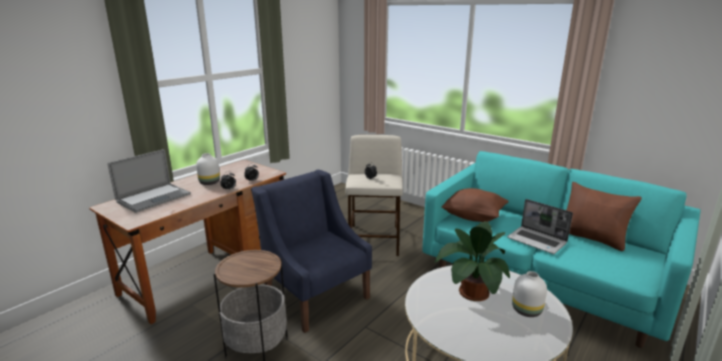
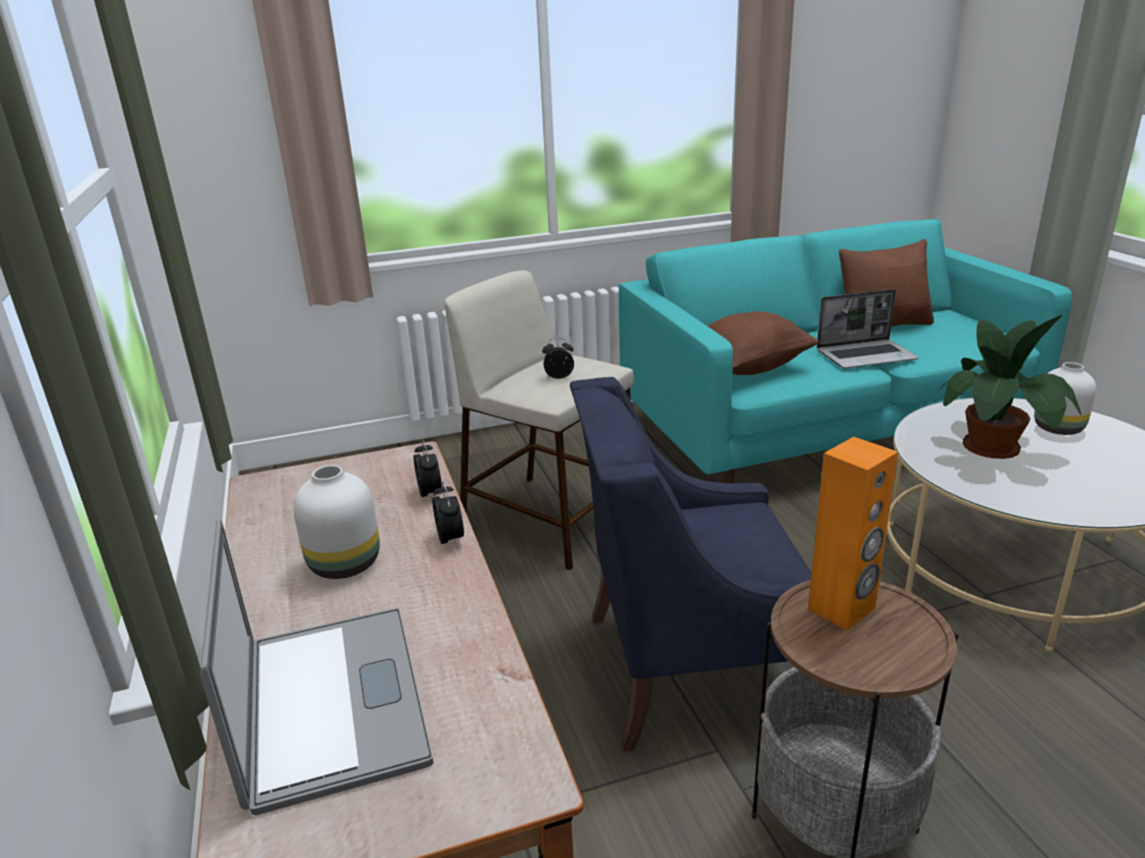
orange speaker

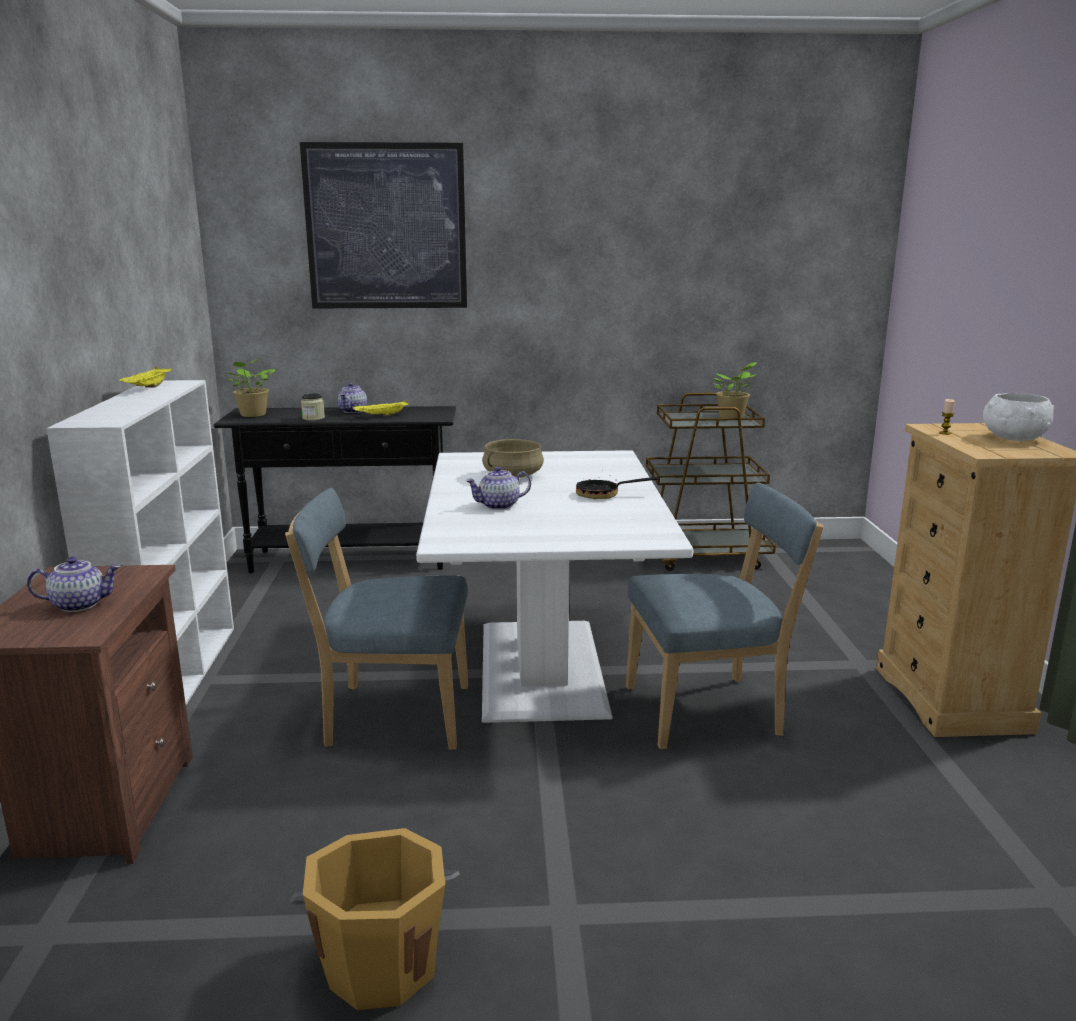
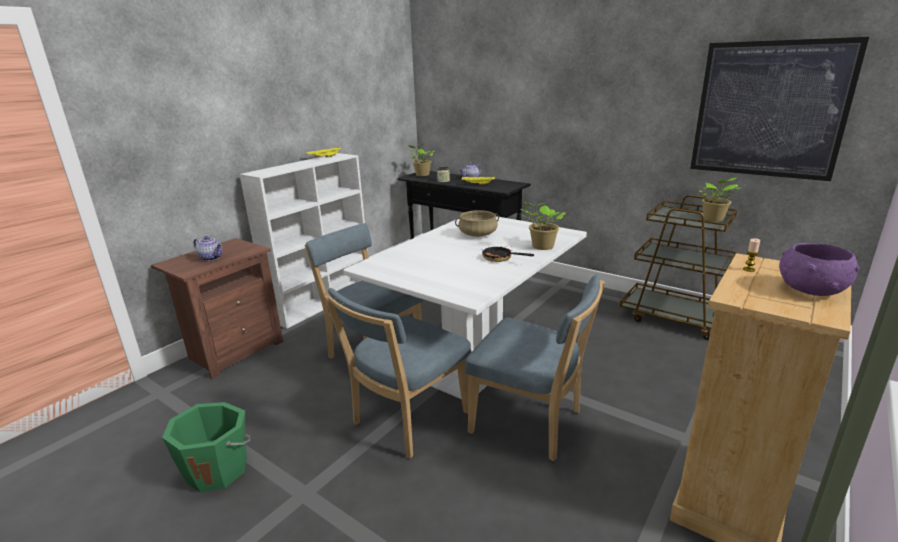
green bucket; blue chair (2nd from left); potted plant (2nd from left); picture; purple bowl; teapot (3rd from left in the first image)

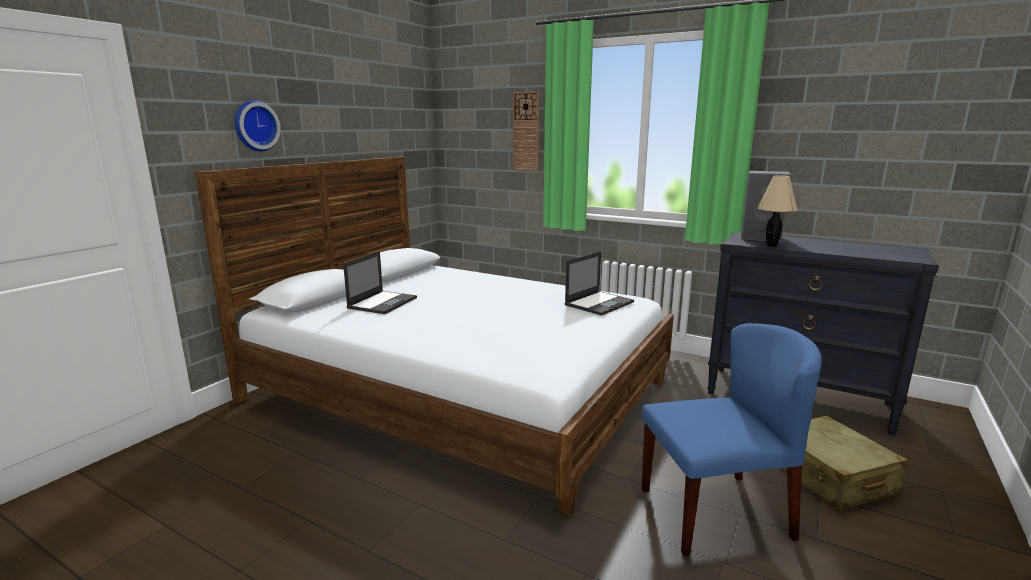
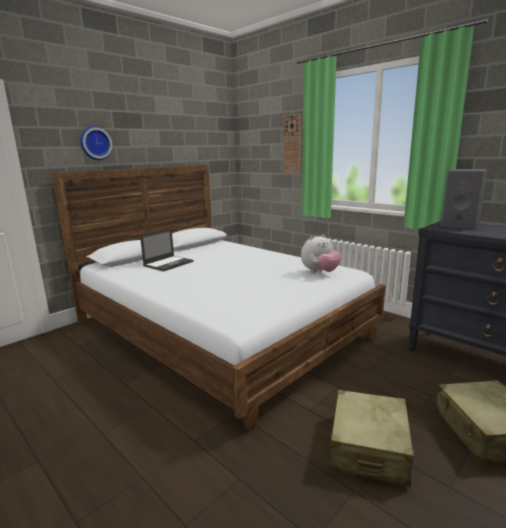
plush toy; beige suitcase (1st from left); beige table lamp

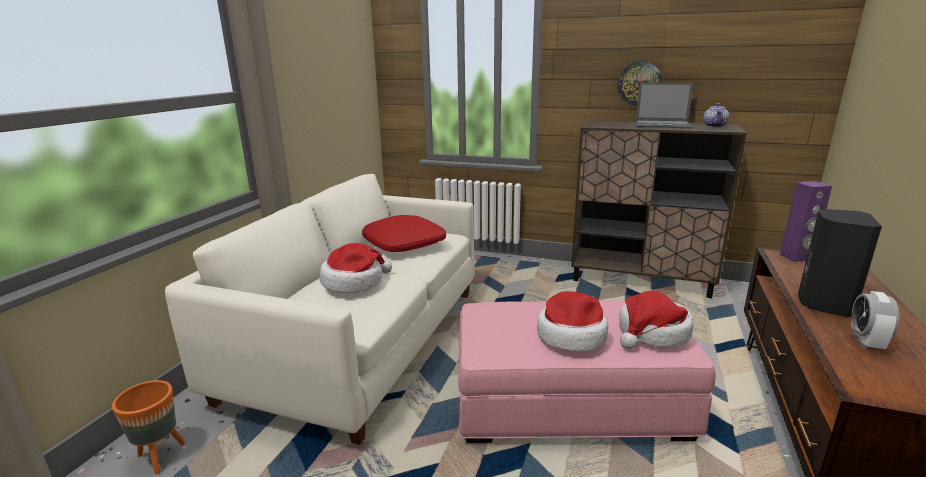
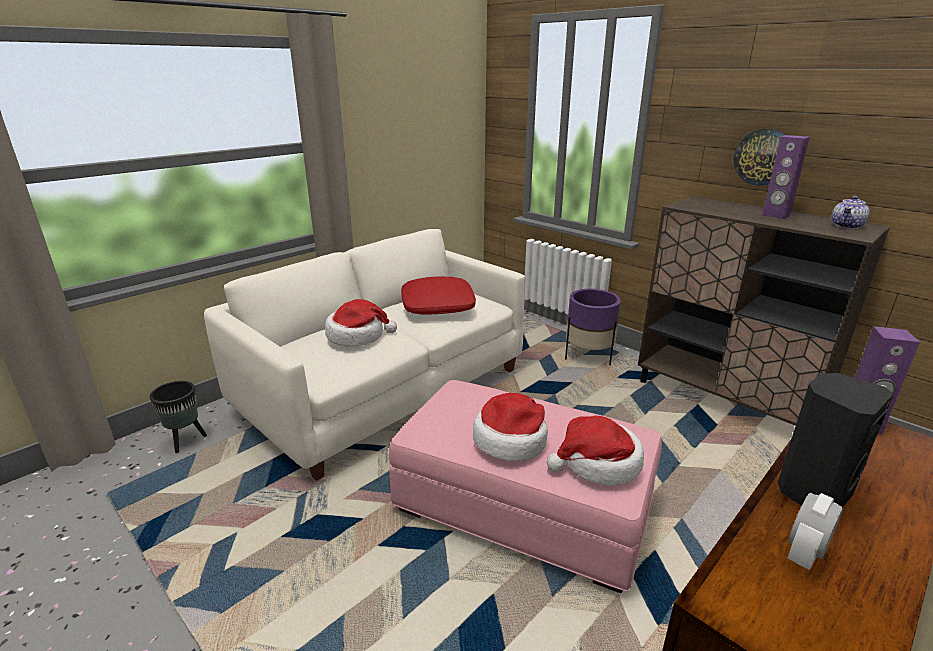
black planter; purple planter; purple speaker (1st from left)

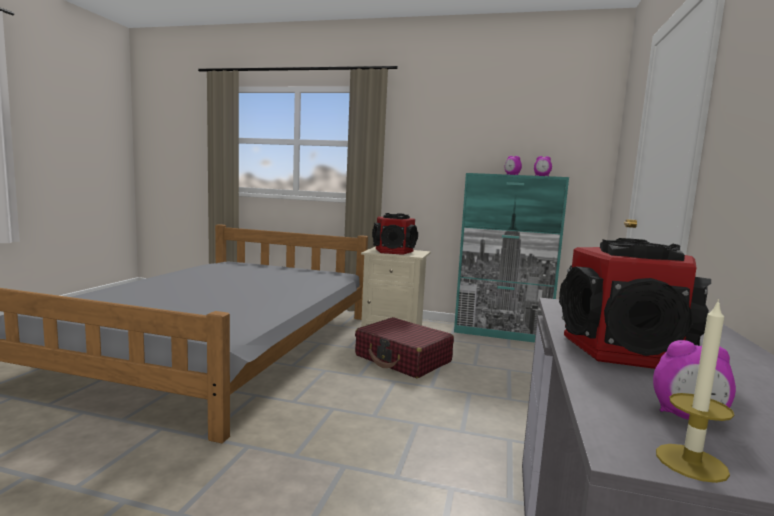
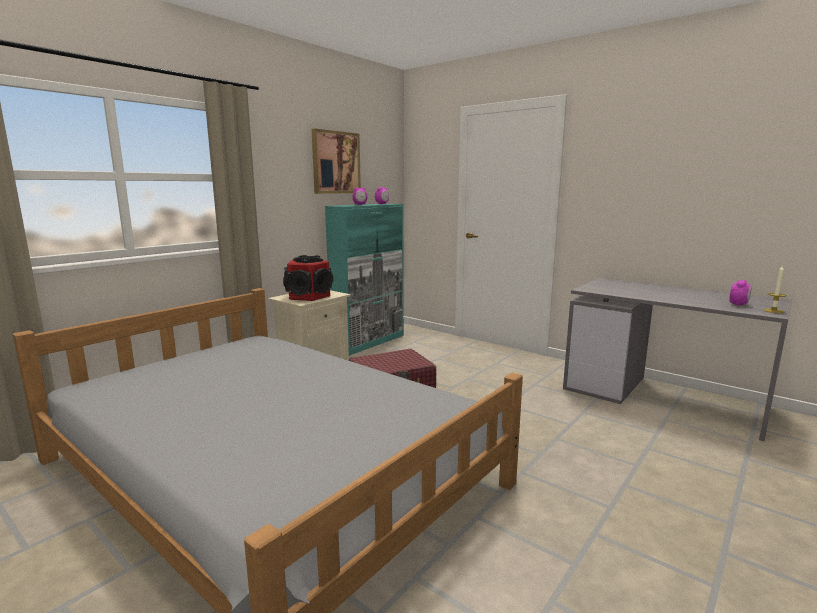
picture; speaker (2nd from left in the first image)

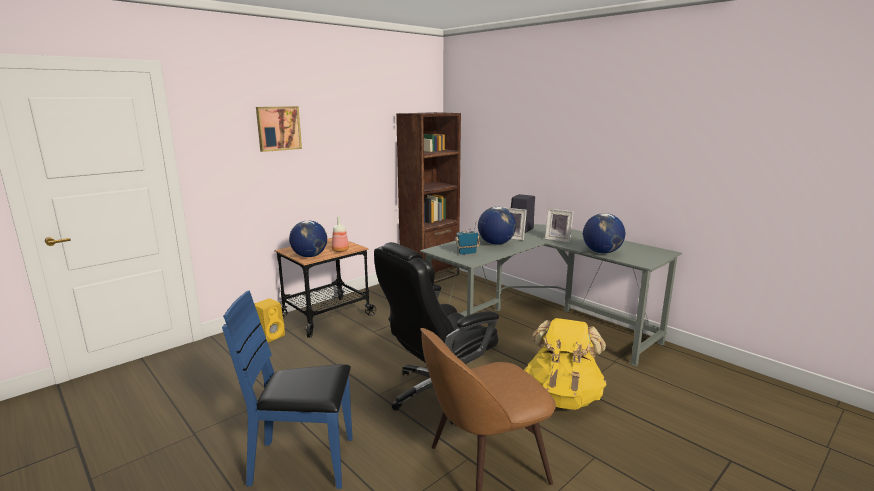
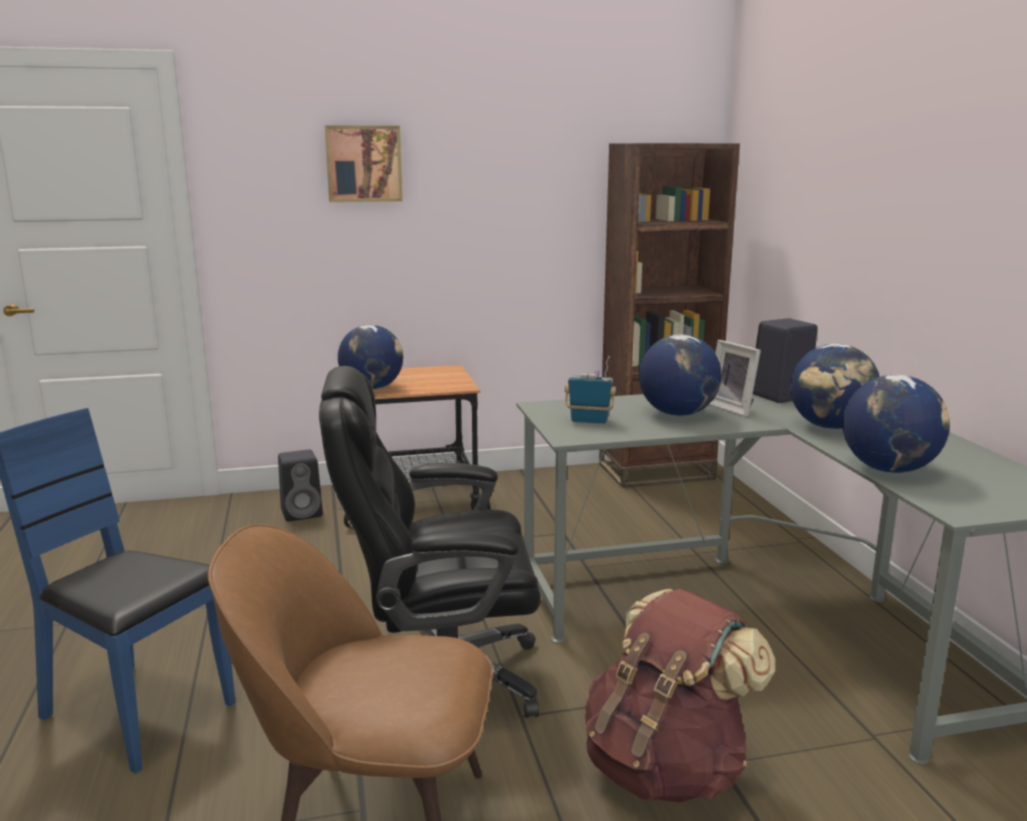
black speaker (1st from left); brown backpack; globe (3rd from left); bottle

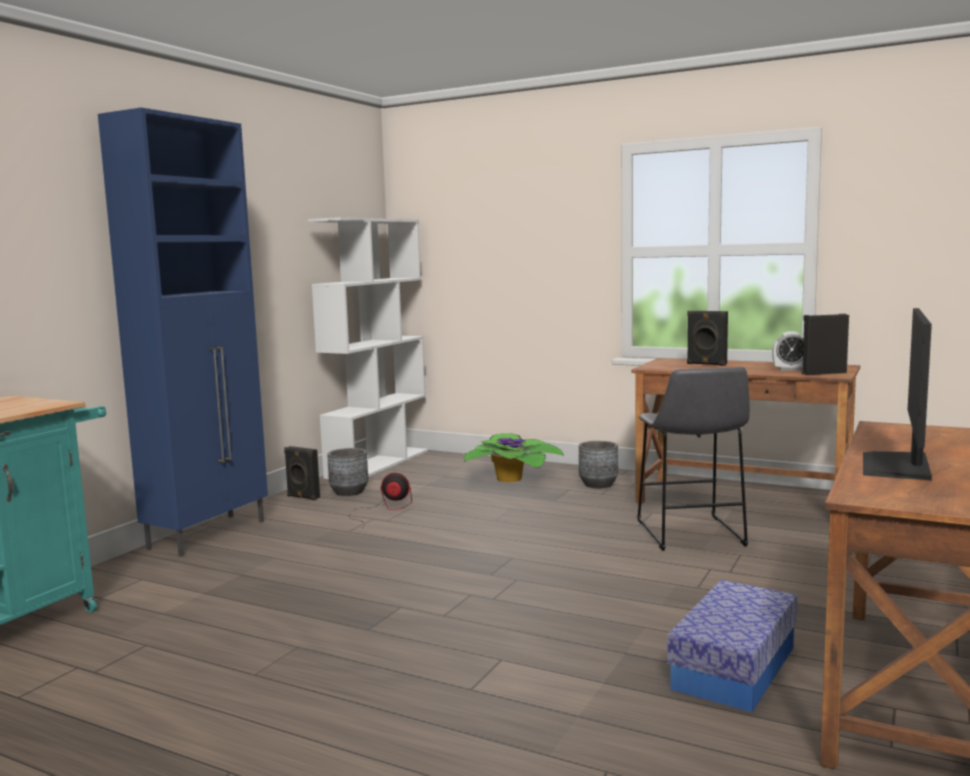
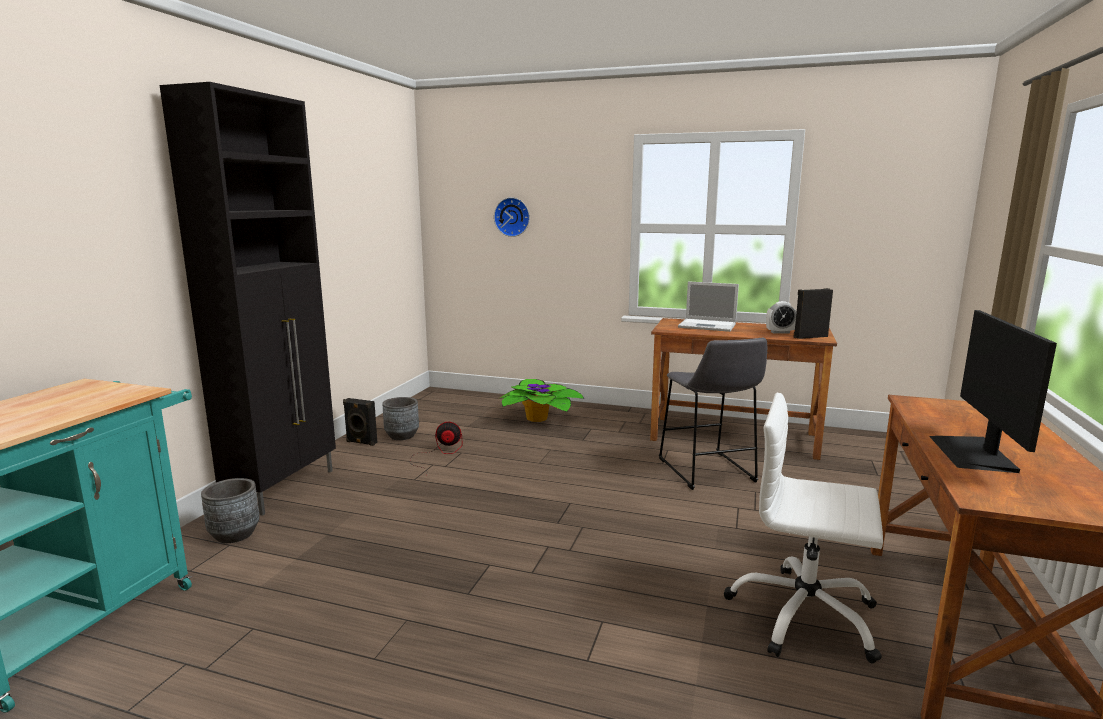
black cabinet; grey planter (1st from left); wall clock; laptop; white office chair; white bookcase

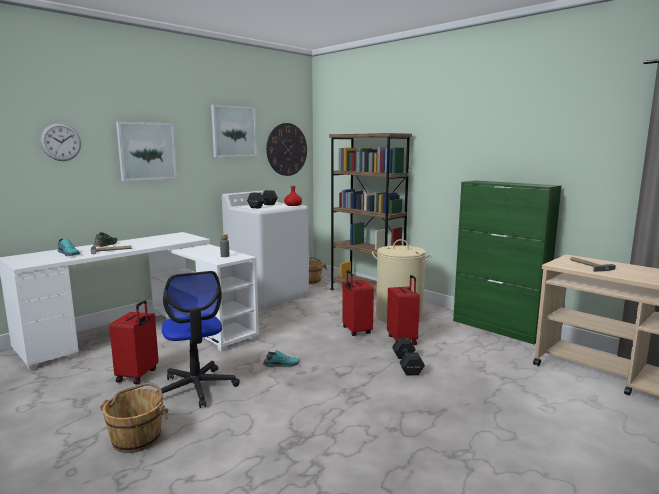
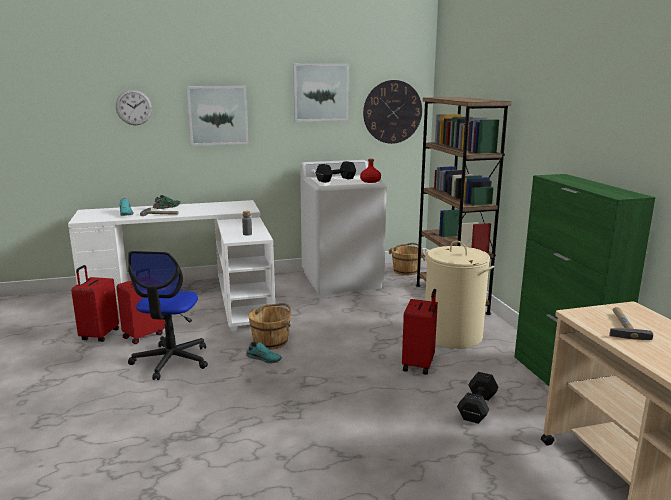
red suitcase (1st from left); brown bucket (1st from left); black dumbbell (2nd from left)

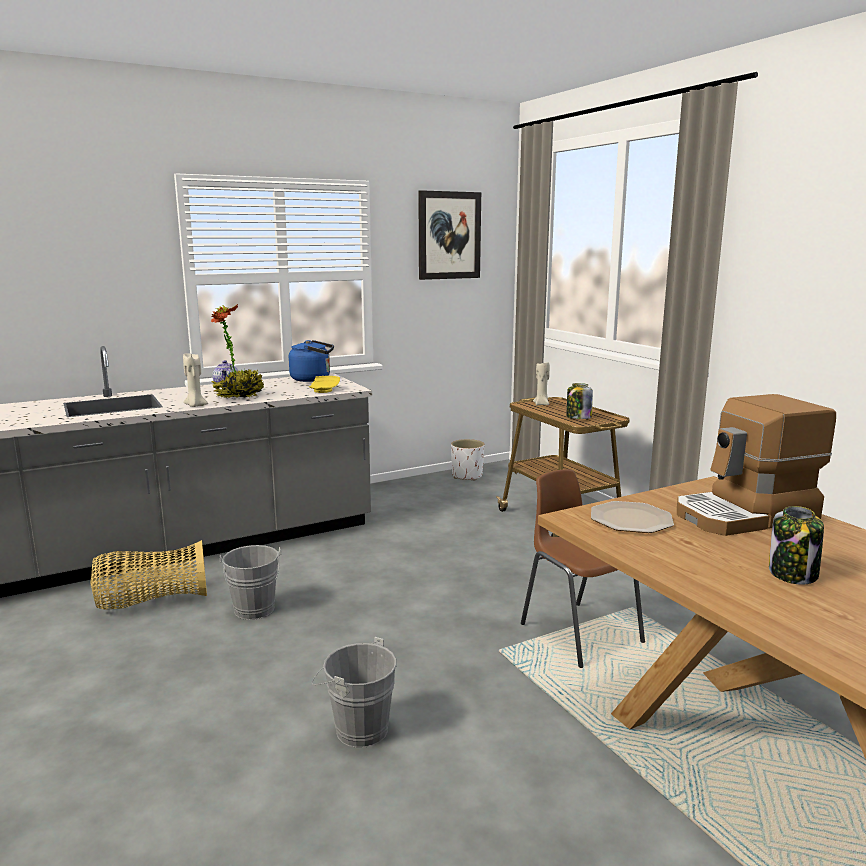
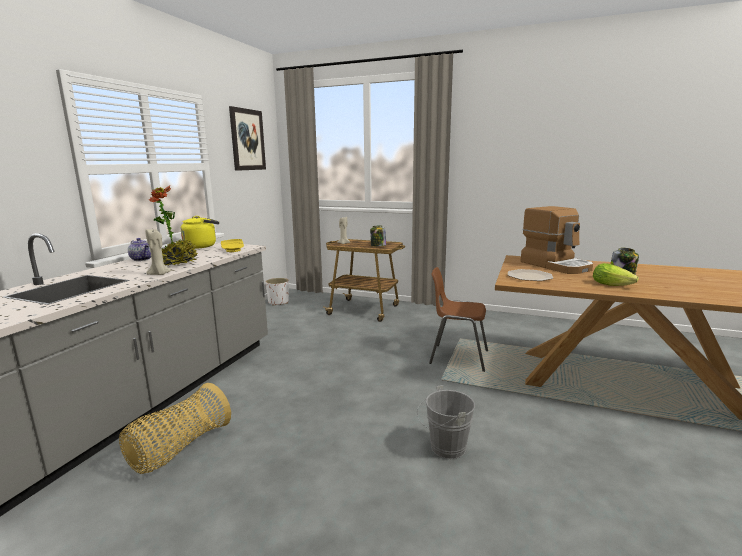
yellow kettle; coffee machine; lettuce; grey bucket (1st from left in the first image)

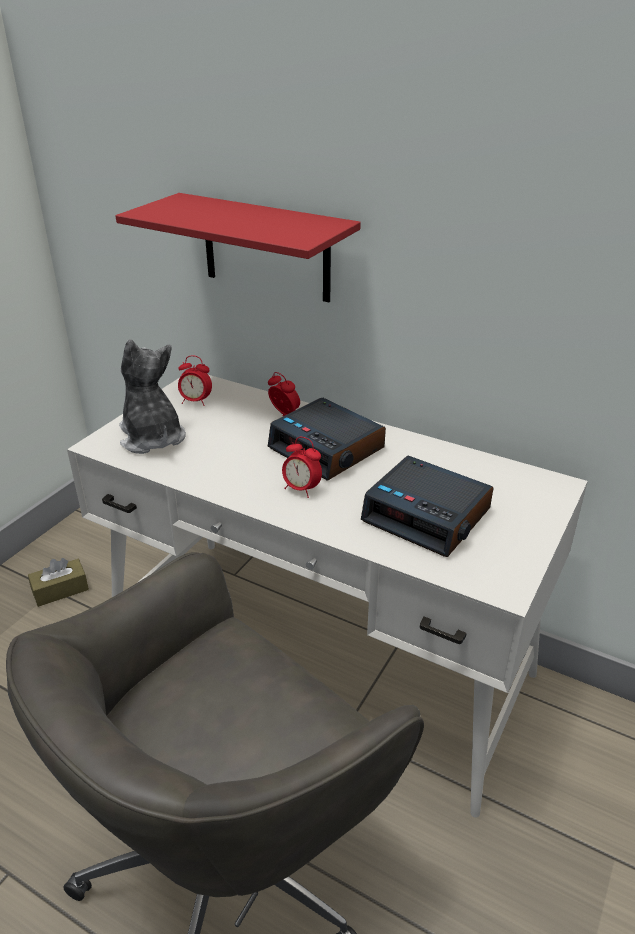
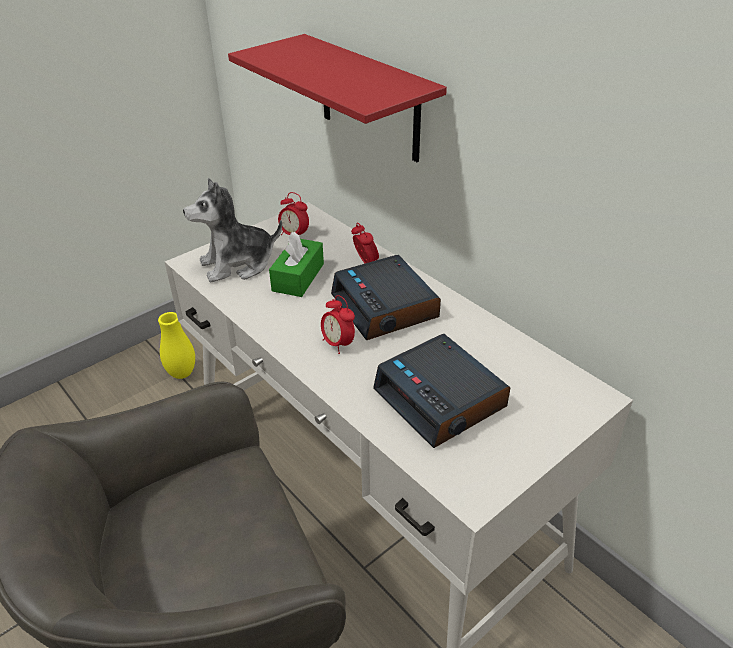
yellow vase; plush toy; green tissue box

